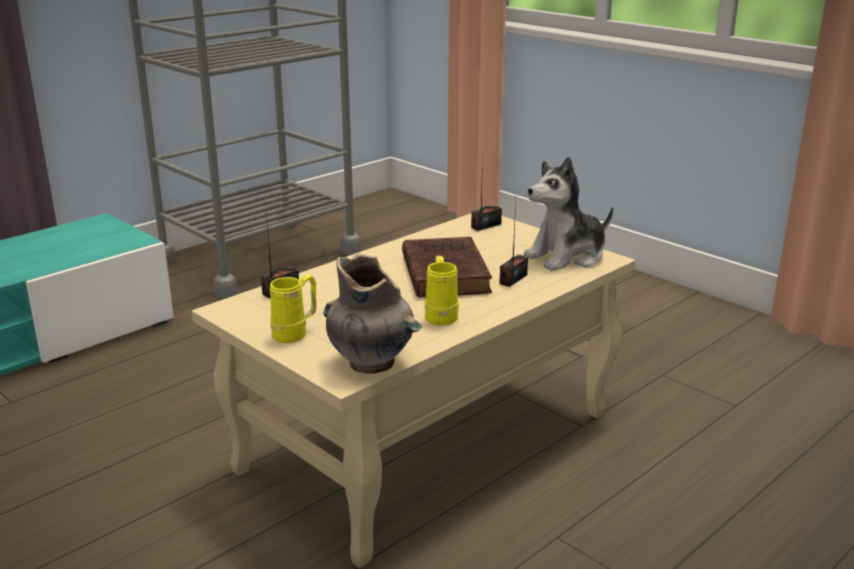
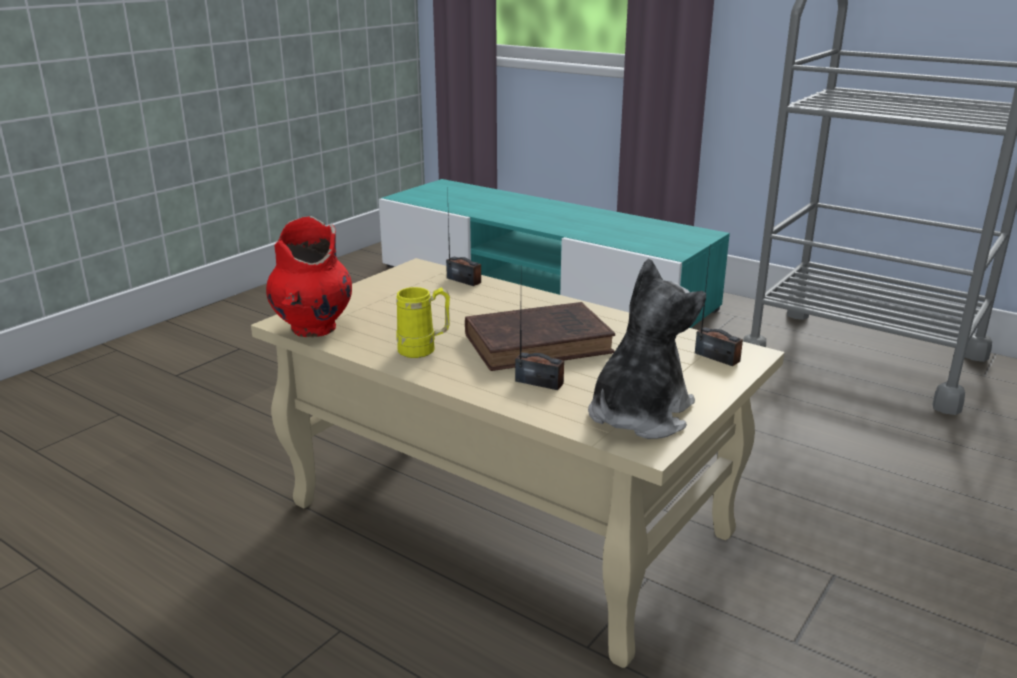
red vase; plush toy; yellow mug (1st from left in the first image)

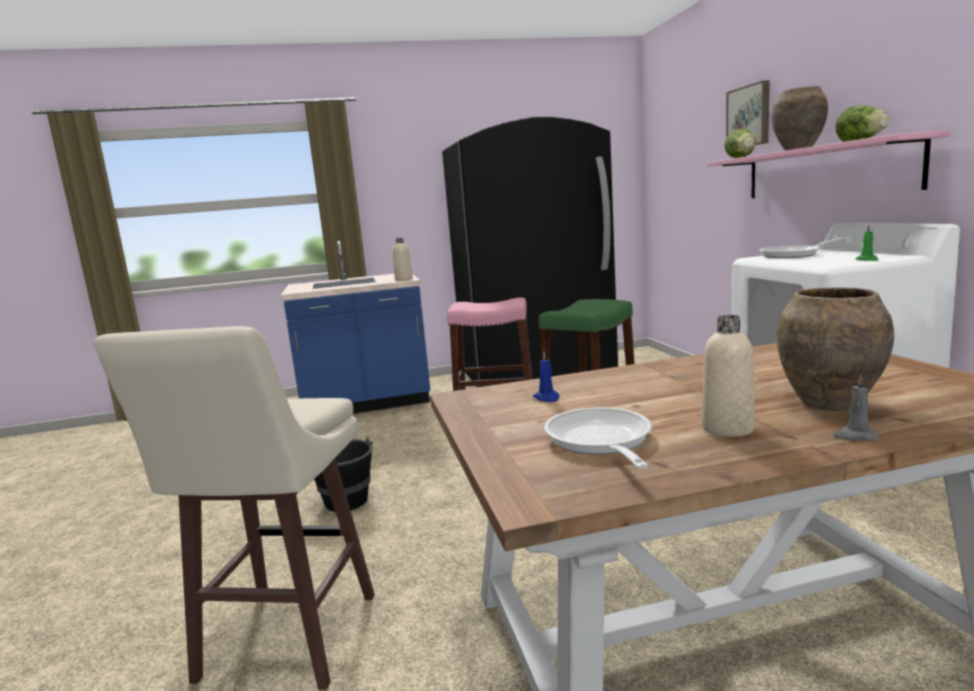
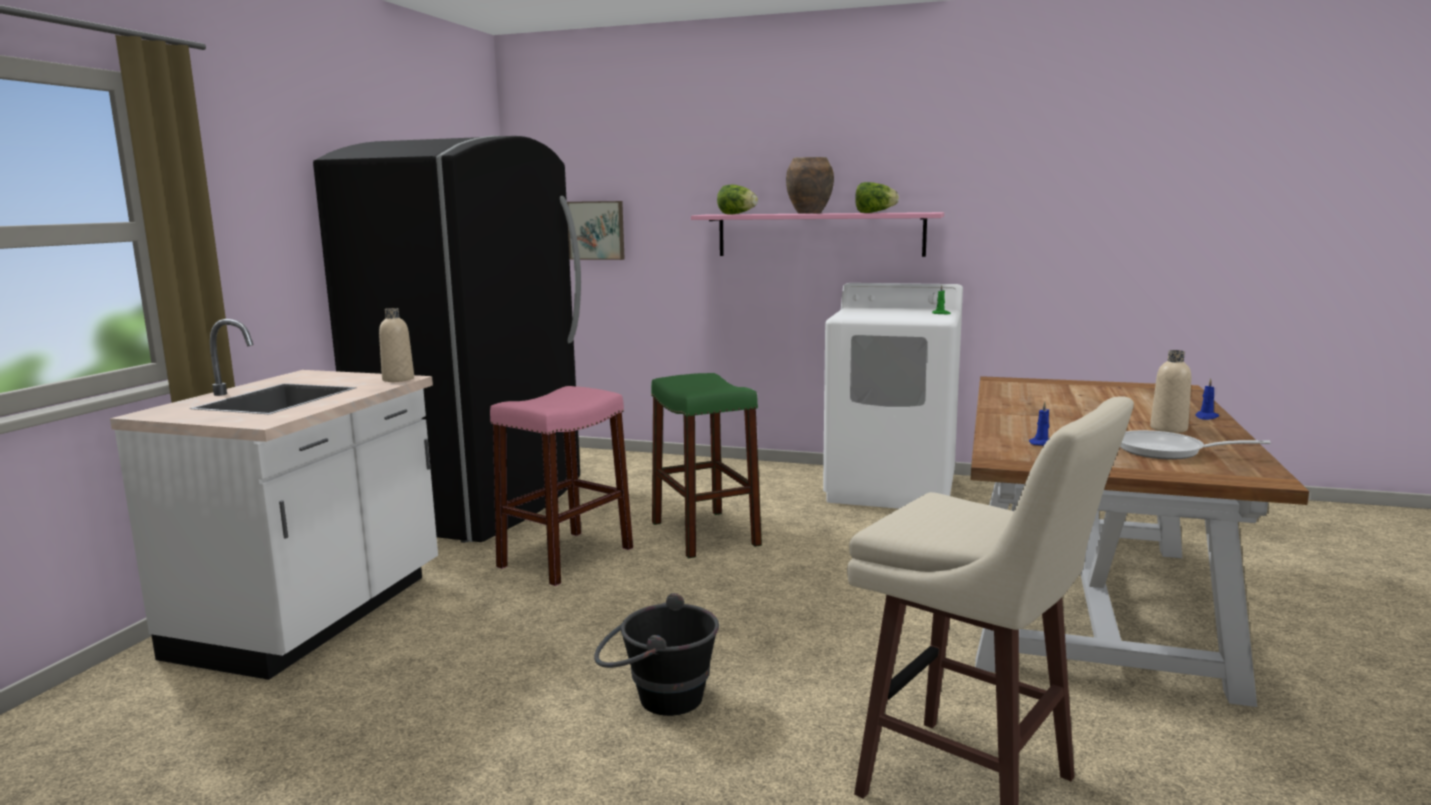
white counter; picture; blue candle (2nd from left); frying pan (2nd from left in the first image); brown vase (2nd from left in the first image)

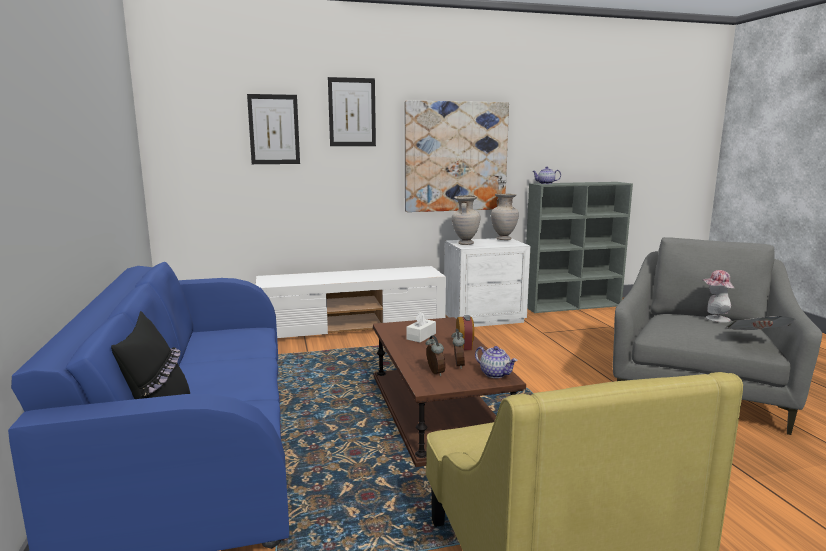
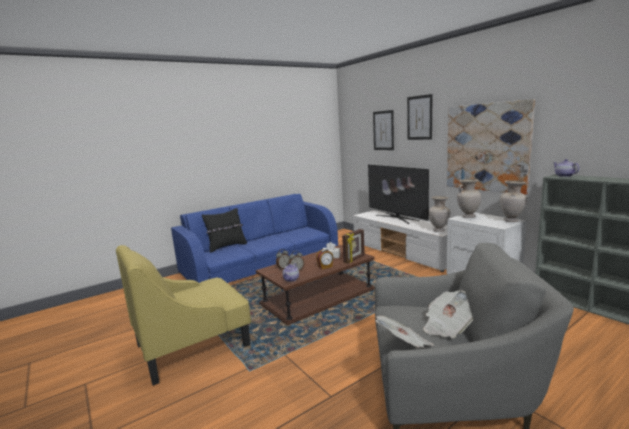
picture frame; television; newspaper (2nd from left); beige vase (1st from left)

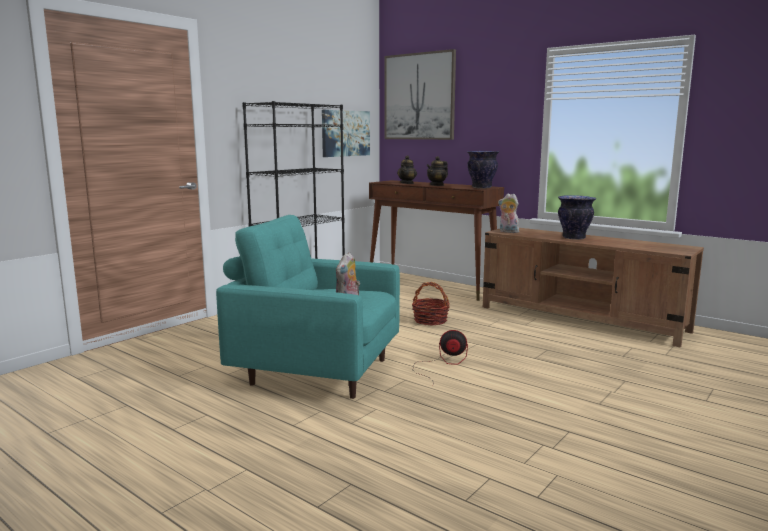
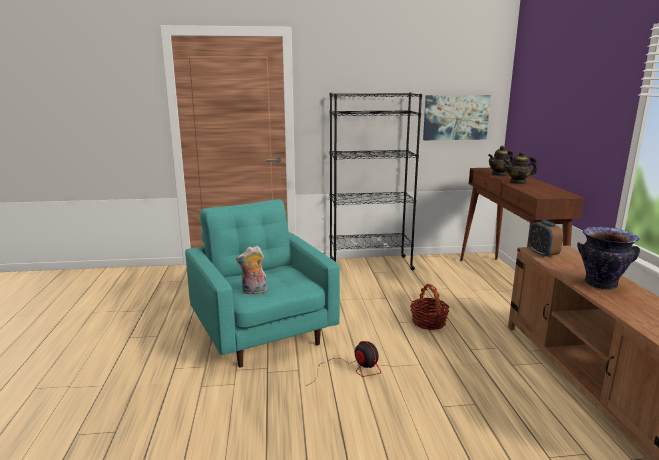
alarm clock; picture (2nd from left in the first image); vase (1st from left in the first image)

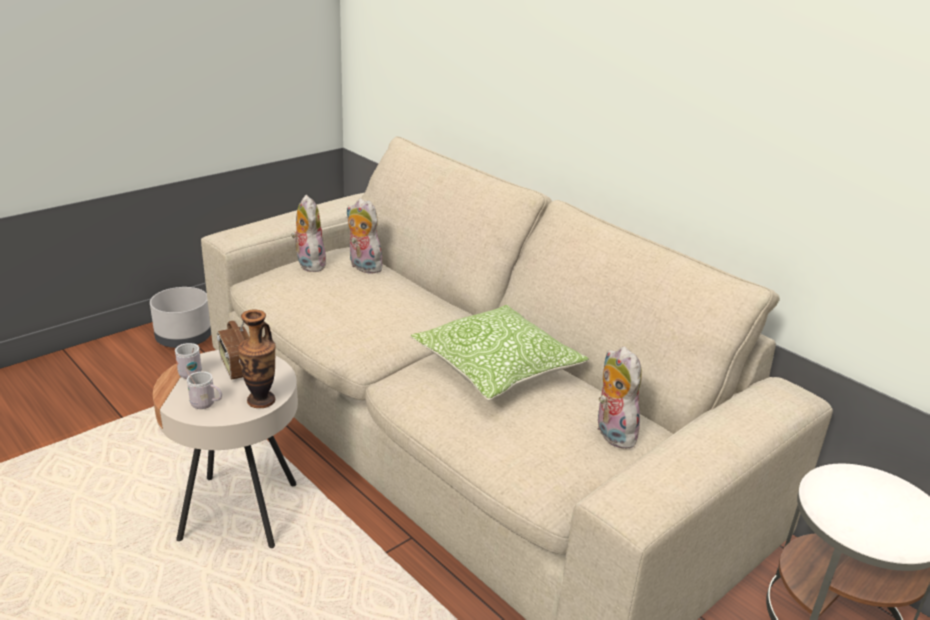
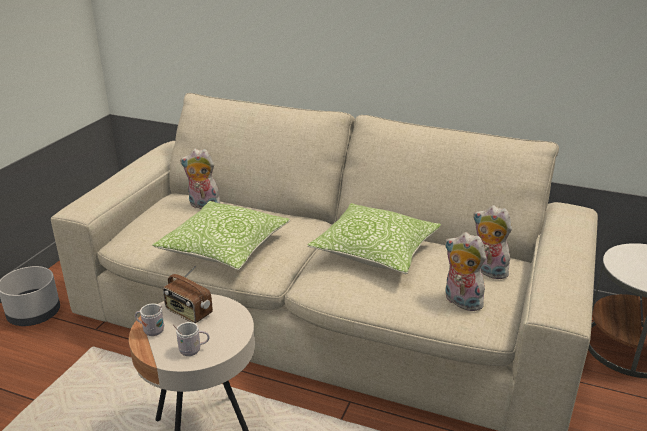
pillow (1st from left); plush toy (2nd from left); vase

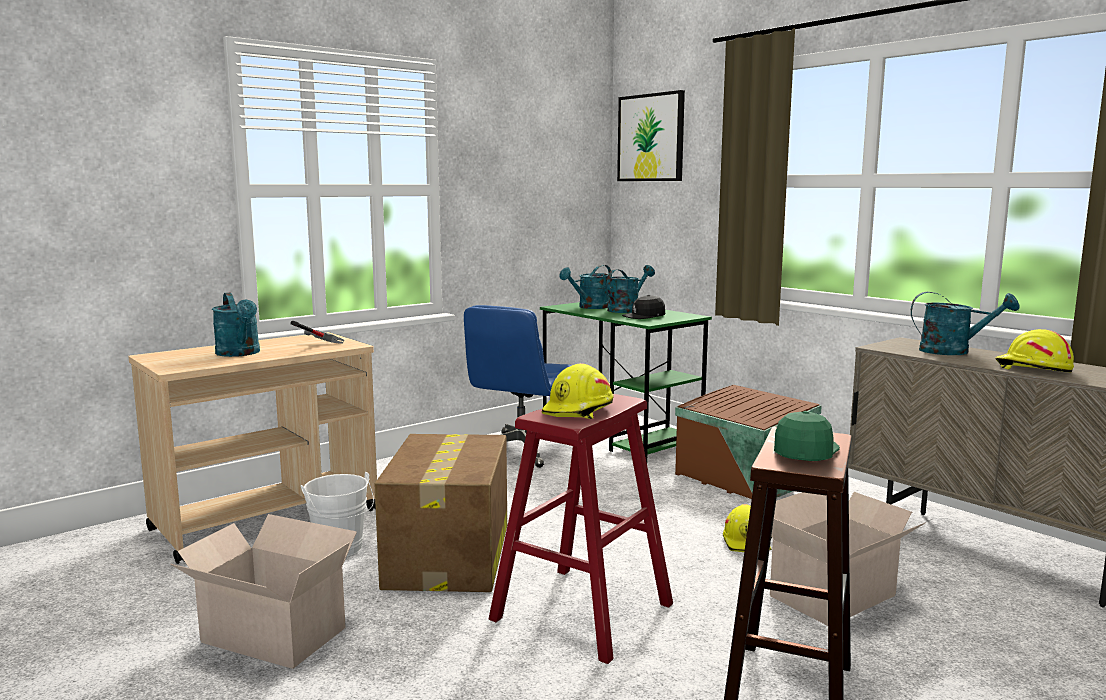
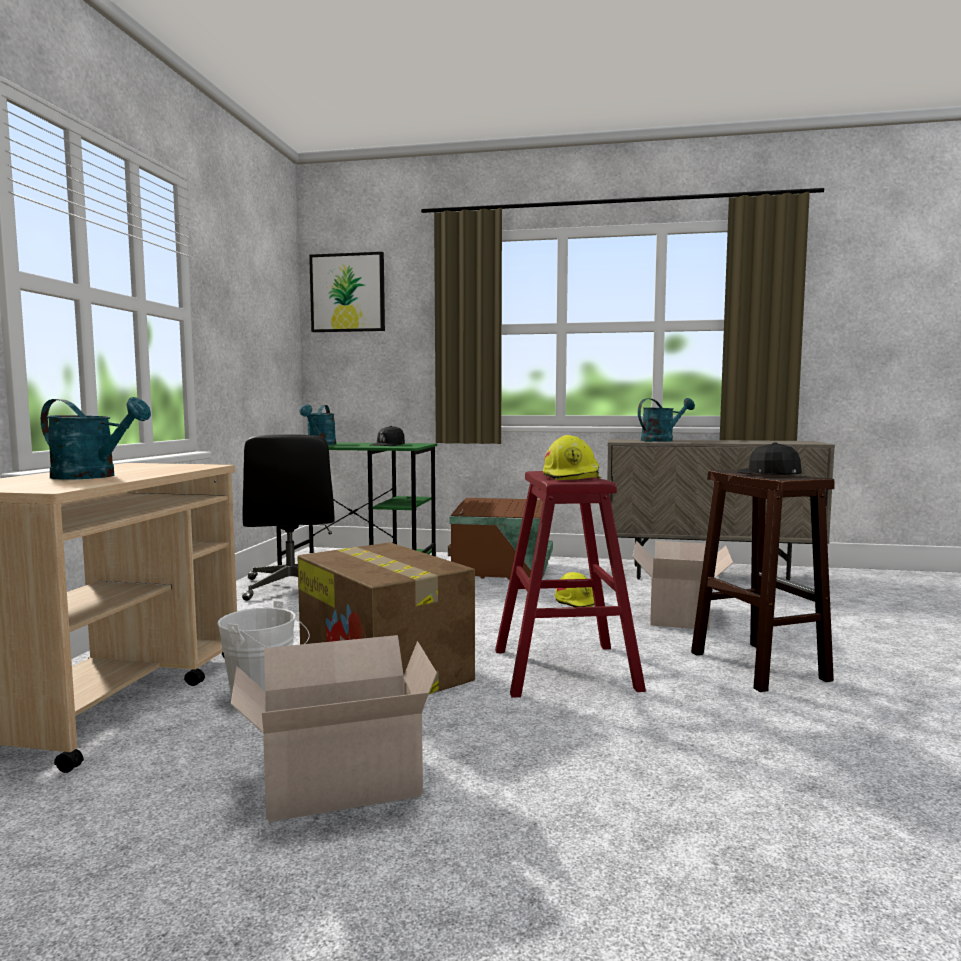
black office chair; black cap (2nd from left); hammer; turquoise watering can (3rd from left in the first image); yellow hard hat (3rd from left in the first image)

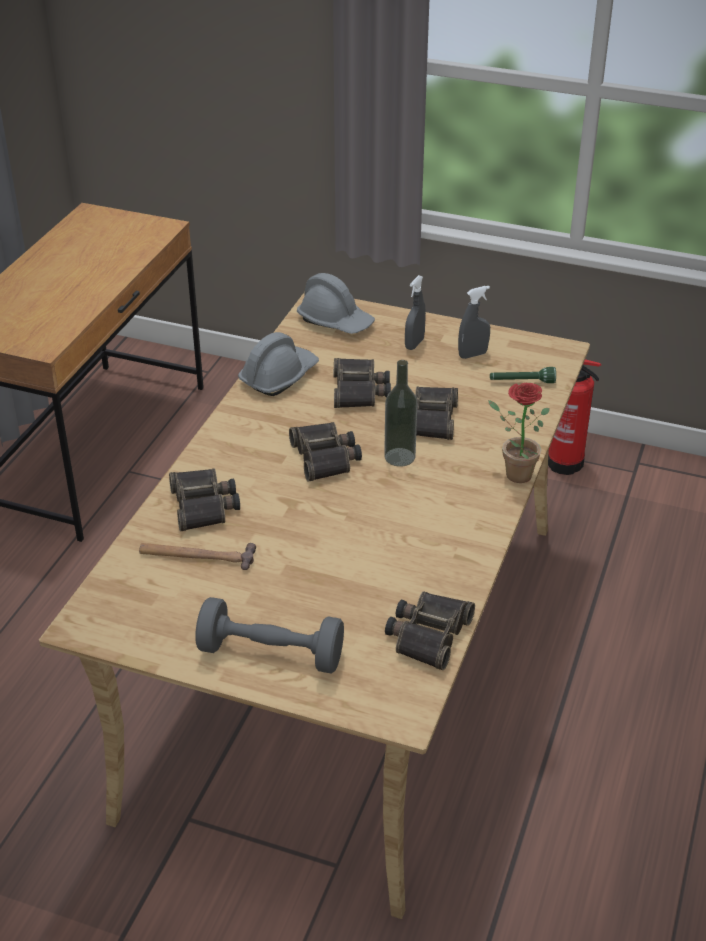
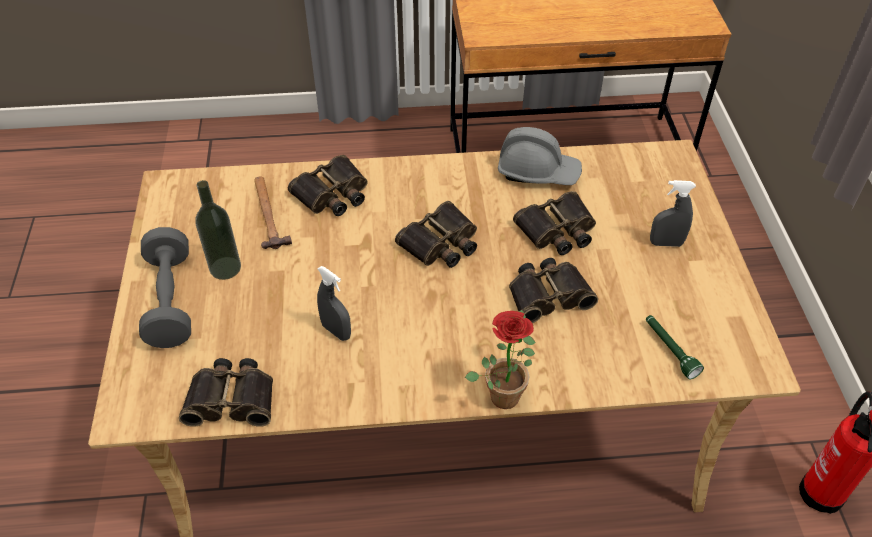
bottle; grey spray bottle (1st from left); grey hard hat (2nd from left in the first image)

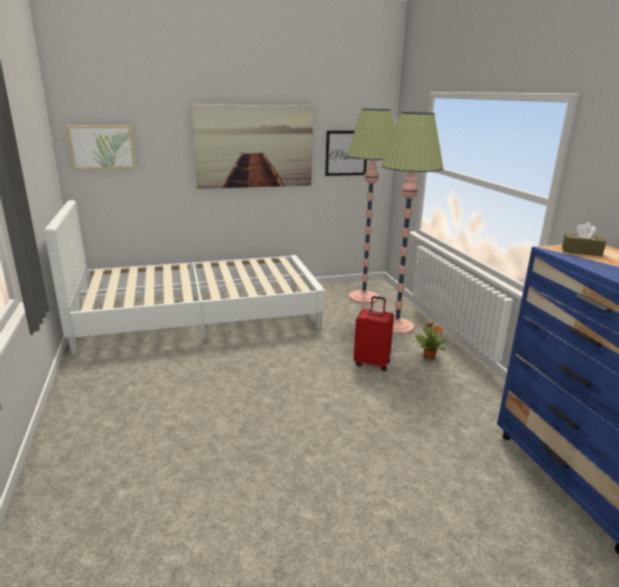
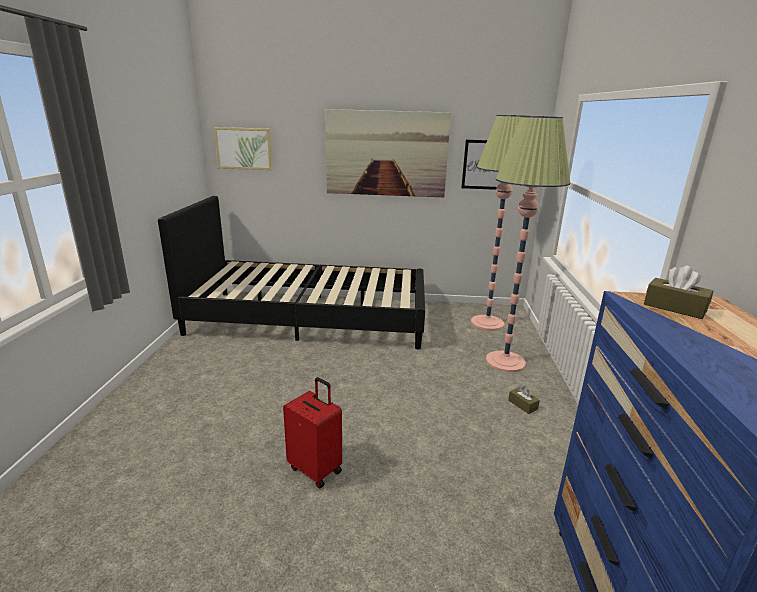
black bed; red suitcase; brown tissue box (1st from left)

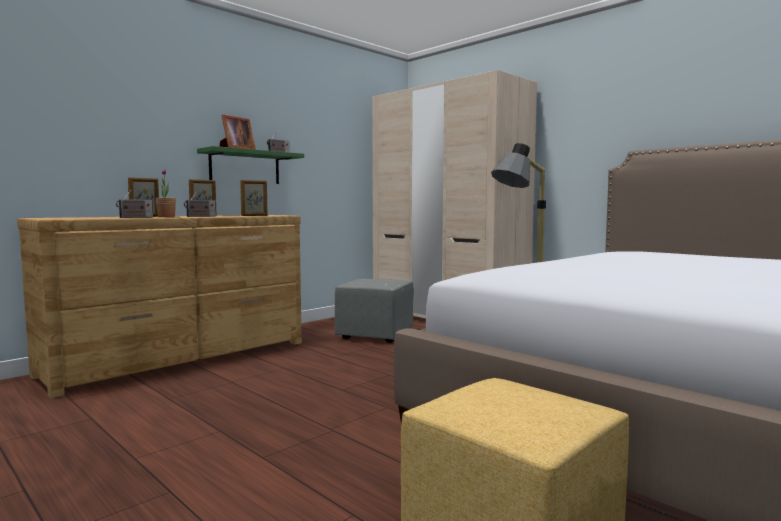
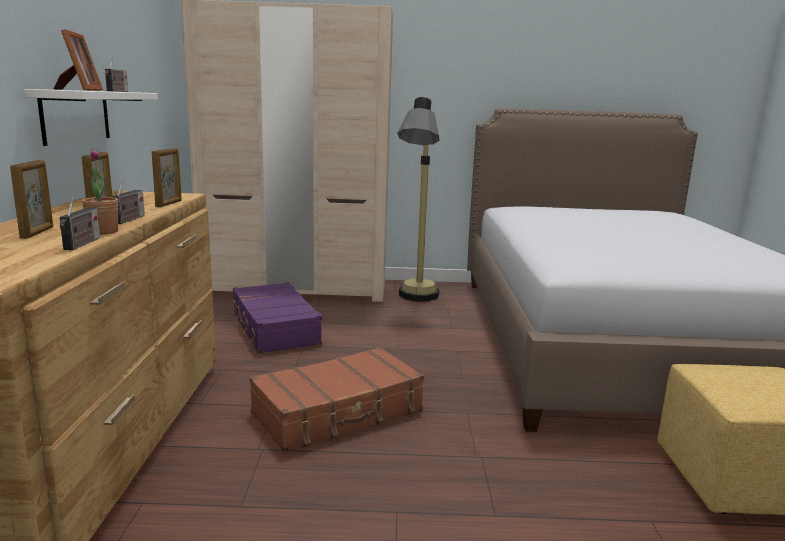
white shelf; purple suitcase; brown suitcase

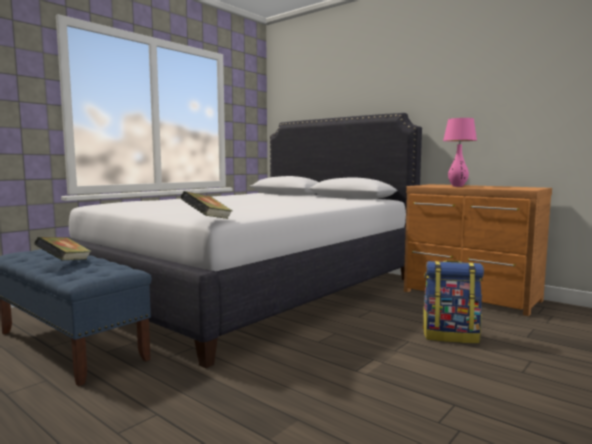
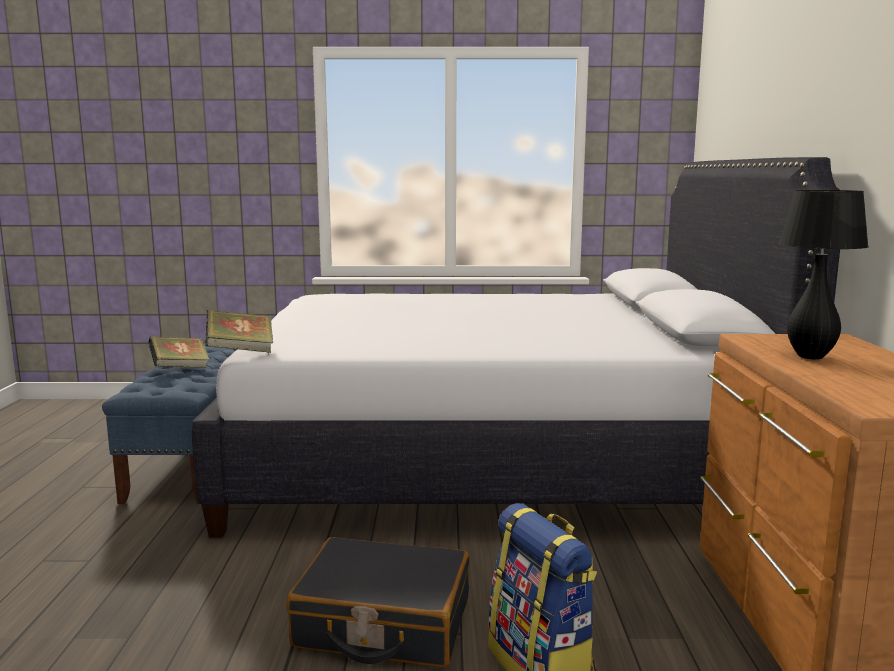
black suitcase; black table lamp

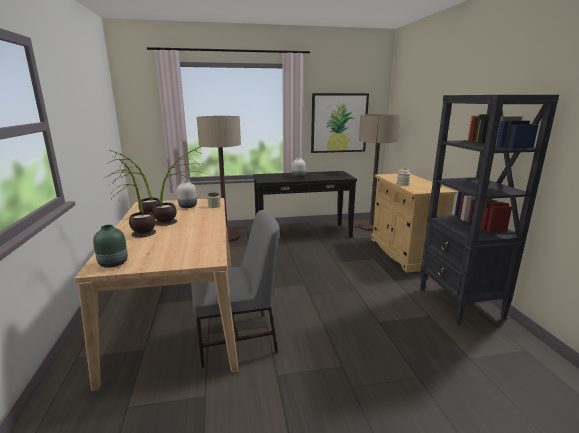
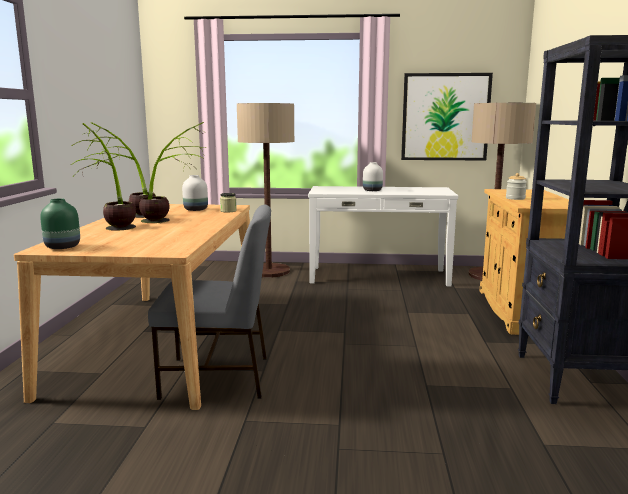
white console table

